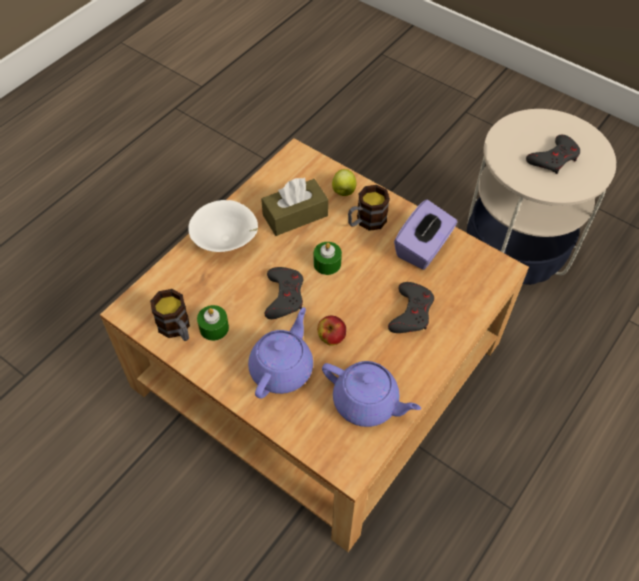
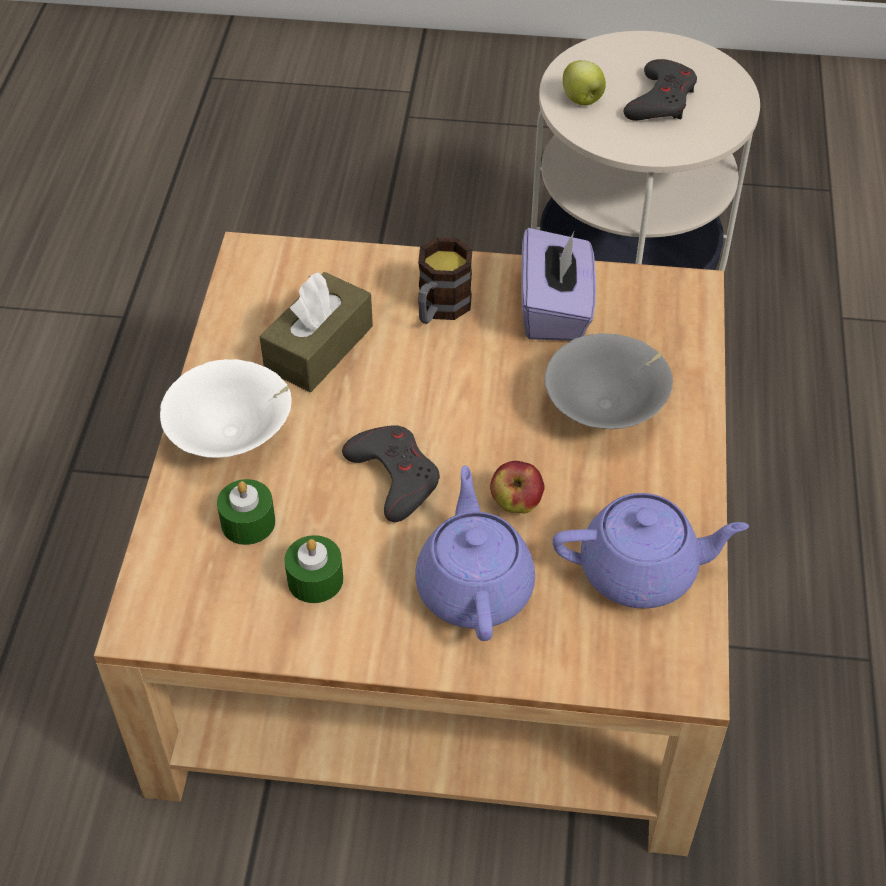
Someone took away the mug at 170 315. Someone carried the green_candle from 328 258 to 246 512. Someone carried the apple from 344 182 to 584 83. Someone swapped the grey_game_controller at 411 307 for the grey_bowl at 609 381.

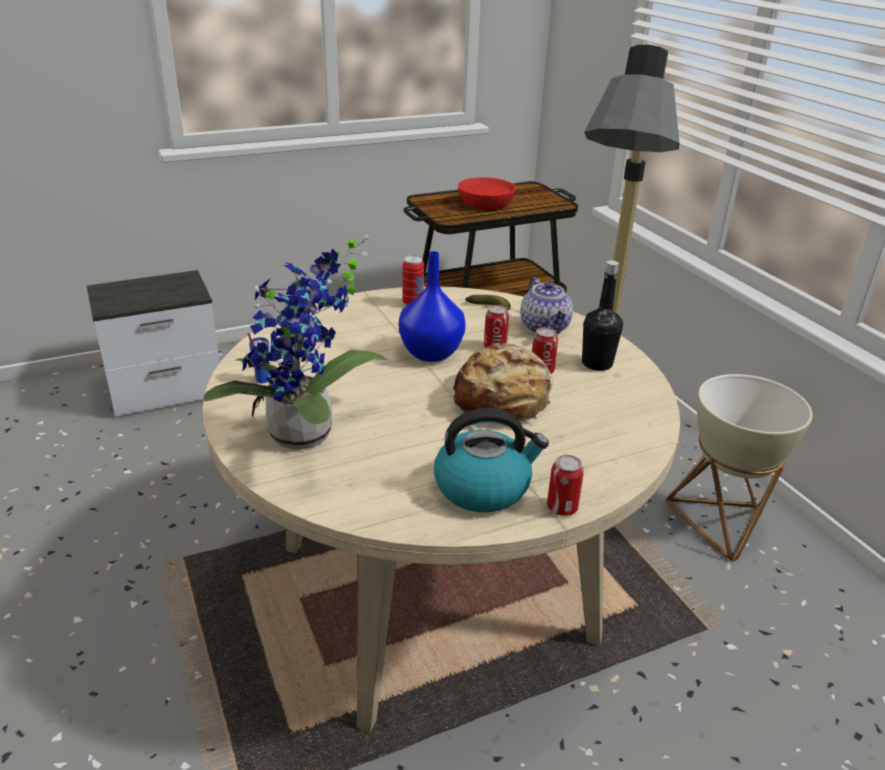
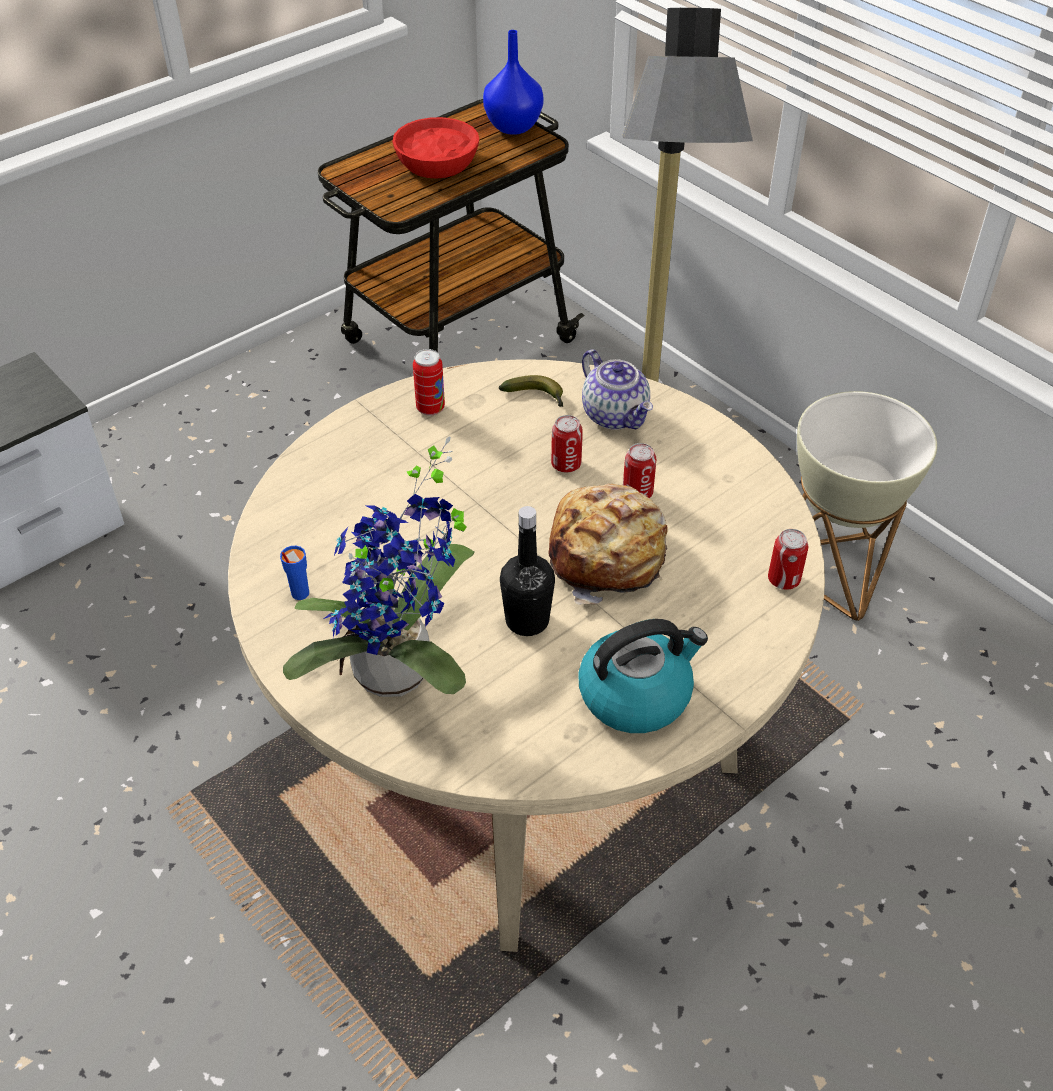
Someone carried the blue_vase from 432 306 to 513 82. Someone carried the can from 565 485 to 788 559. Someone carried the black_bottle from 602 315 to 527 571.

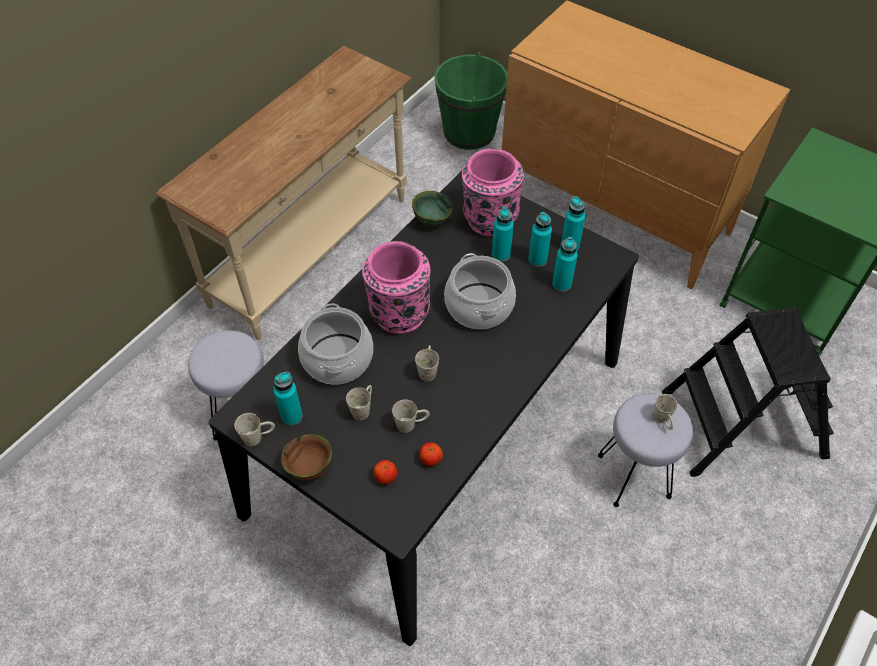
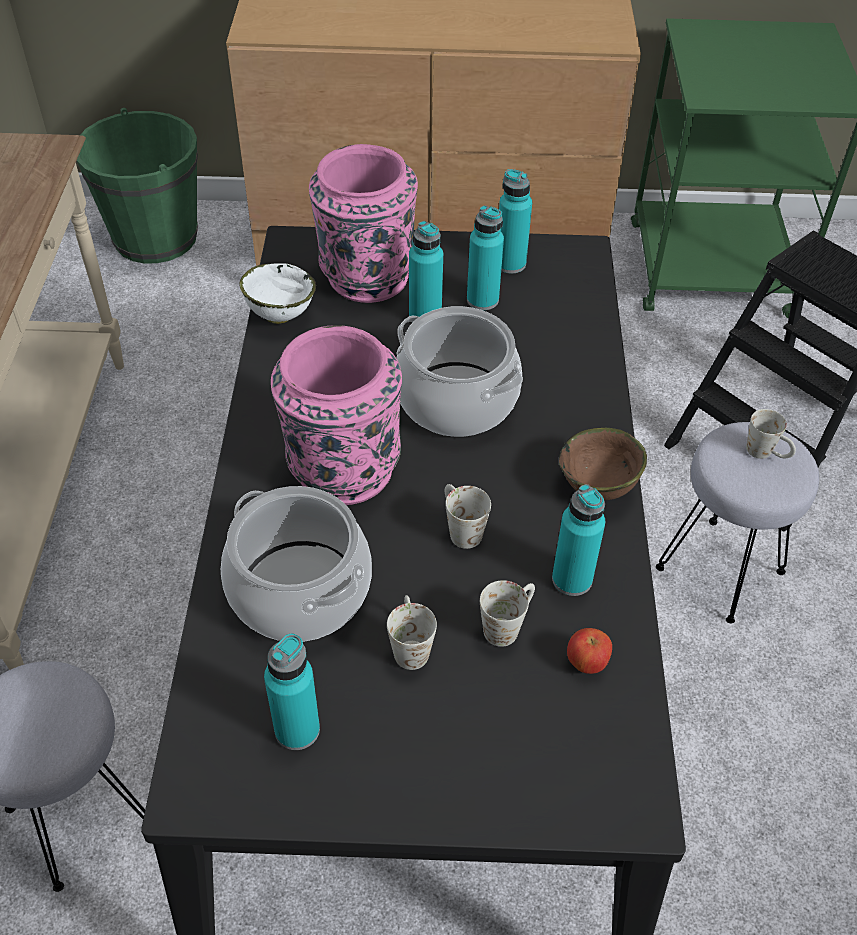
Someone took away the white_mug at 255 429. Someone took away the apple at 385 472. Someone carried the brown_bowl from 306 457 to 603 464. Someone carried the turquoise_bottle from 565 264 to 578 540. Someone repainted the green_bowl at 432 208, which became the white_bowl at 277 293.

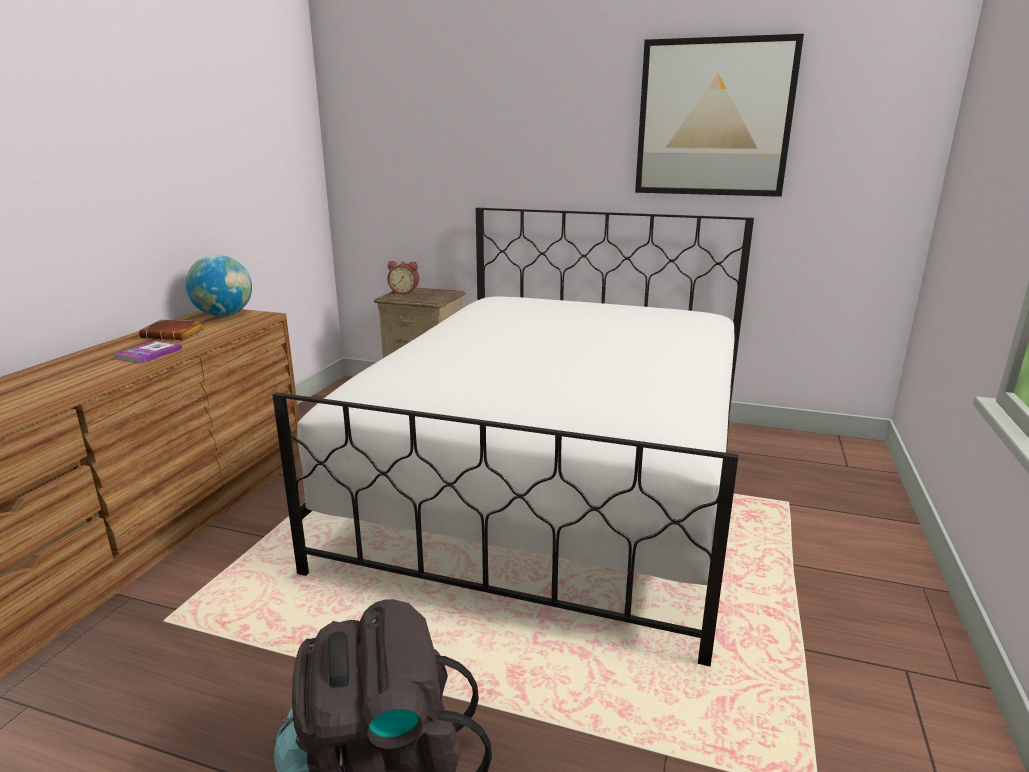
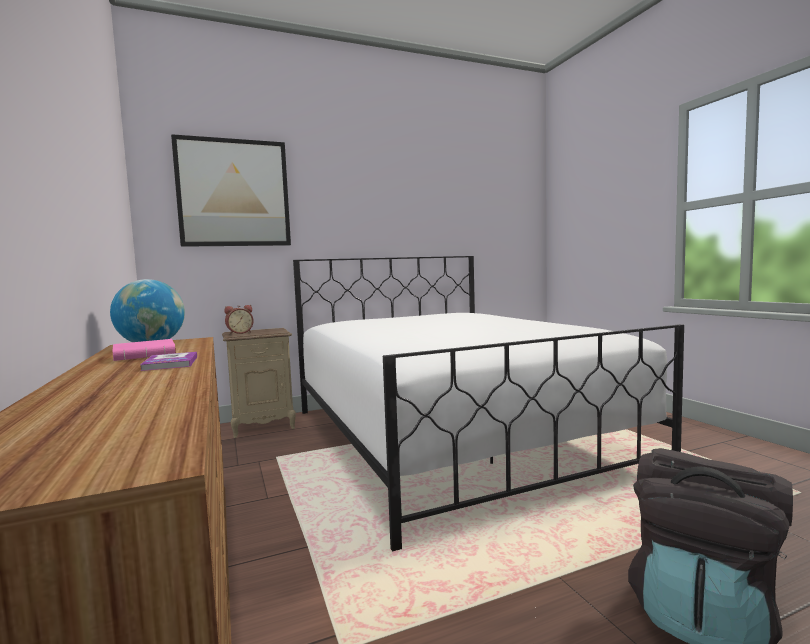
Someone carried the picture from 719 115 to 231 190. Someone repainted the brown_book at 171 329, which became the pink_book at 144 350.

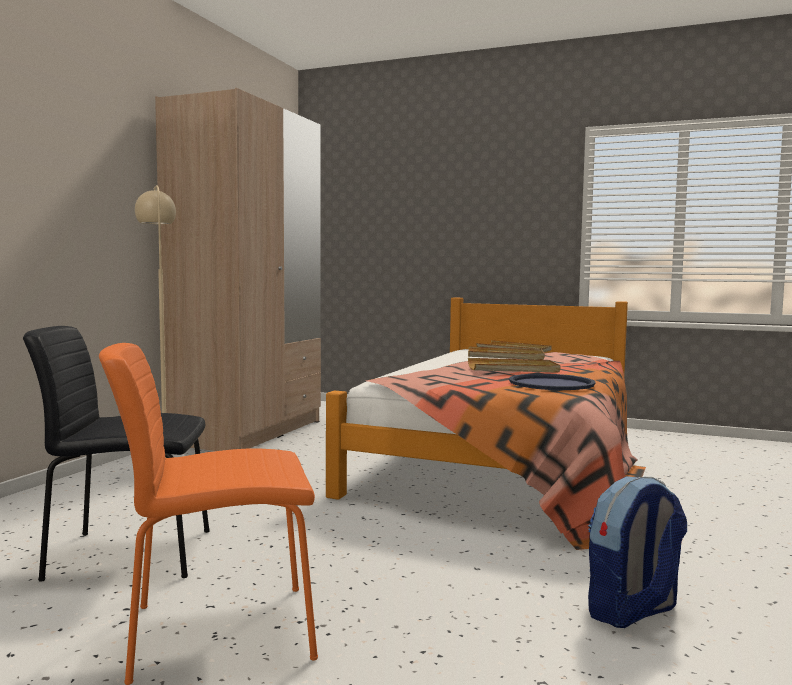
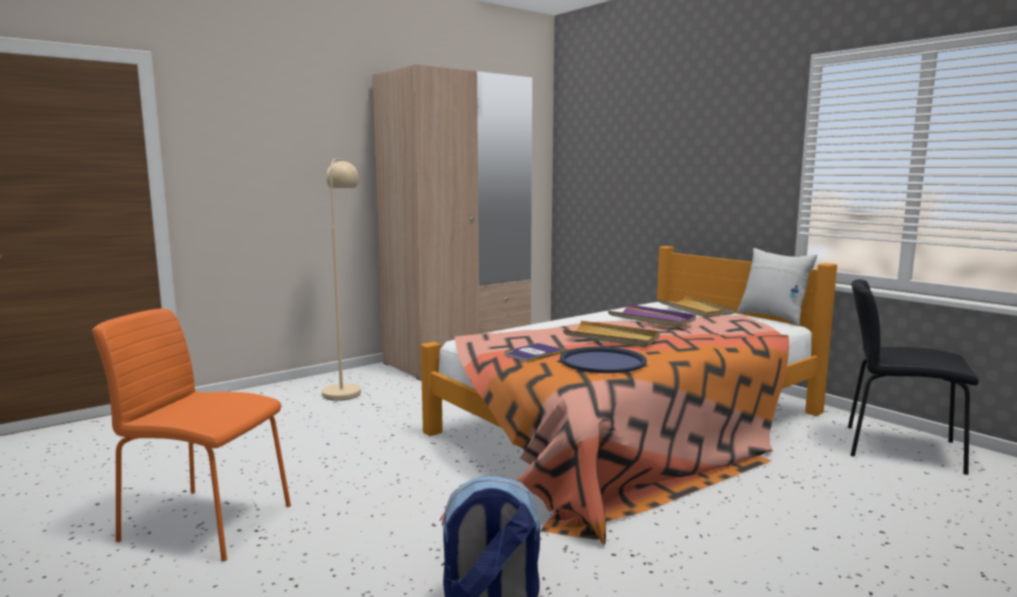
Someone put down the book at 534 353. Someone put down the grey_pillow at 777 287. Someone carried the black_chair from 116 454 to 913 377. Someone repainted the beige_tray at 506 353, which became the purple_tray at 652 316.

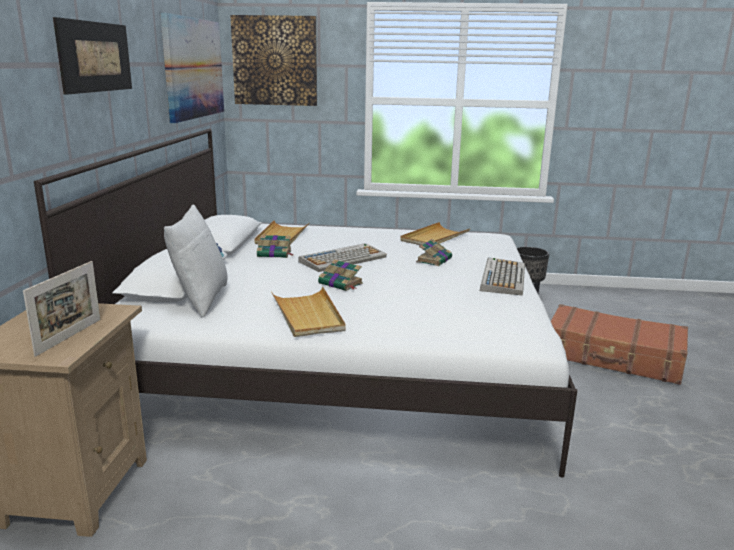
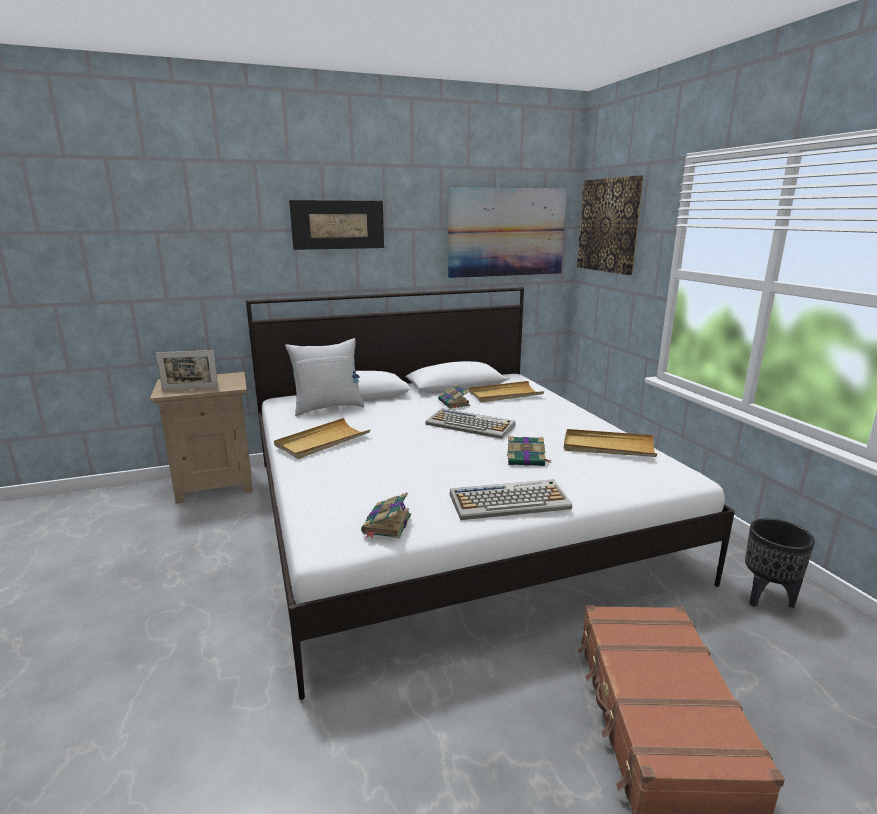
Someone carried the book from 340 275 to 386 515.

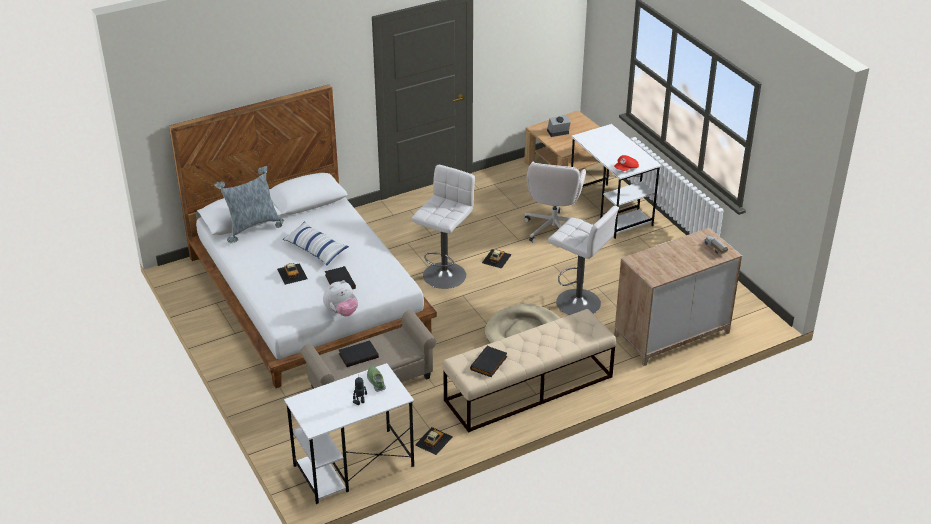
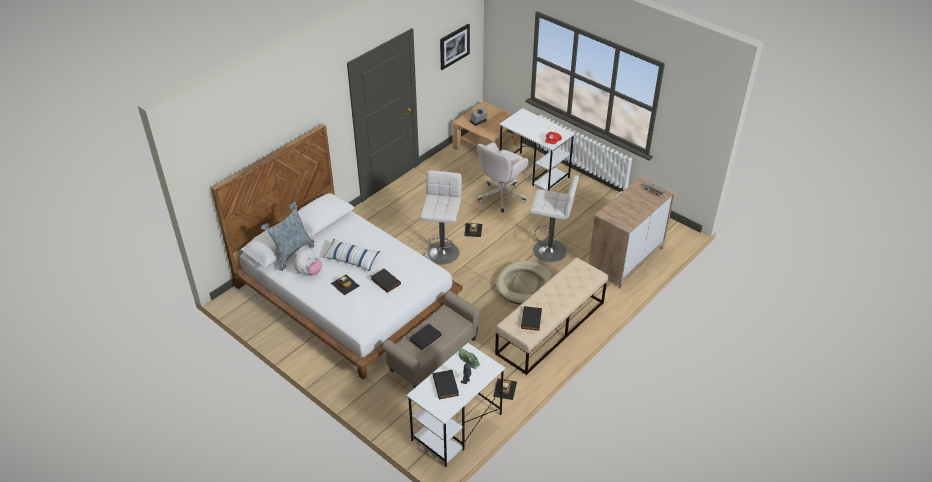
Someone put down the black_book at 446 385. Someone put up the picture at 455 47. Someone carried the plush_toy from 340 298 to 308 261. Someone rotated the white_office_chair at 555 202 by 45 degrees clockwise.

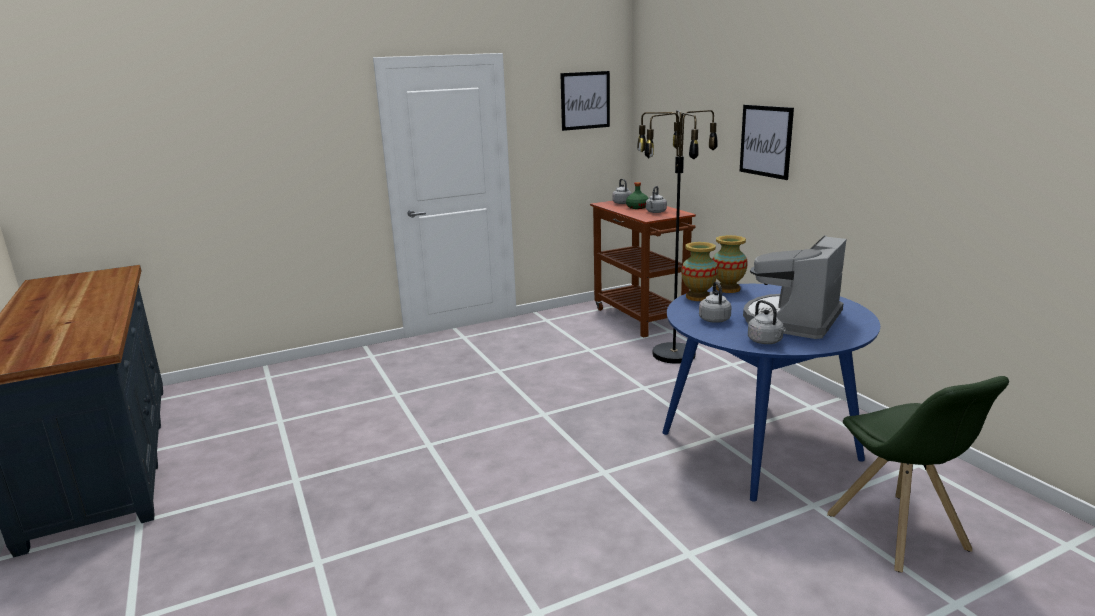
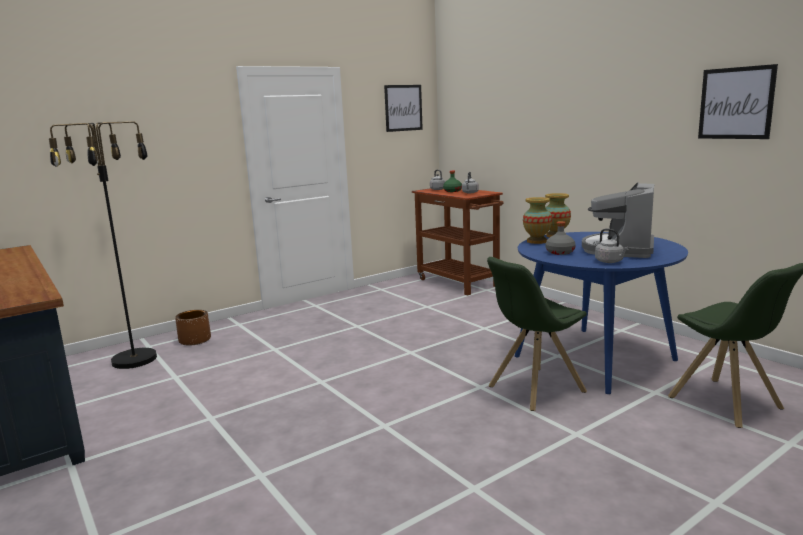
Someone put down the brown_planter at 193 328. Someone put down the green_chair at 537 334. Someone carried the floor_lamp from 677 237 to 103 245. Someone carried the picture from 767 142 to 738 101. Someone swapped the grey_kettle at 715 302 for the grey_bottle at 561 238.

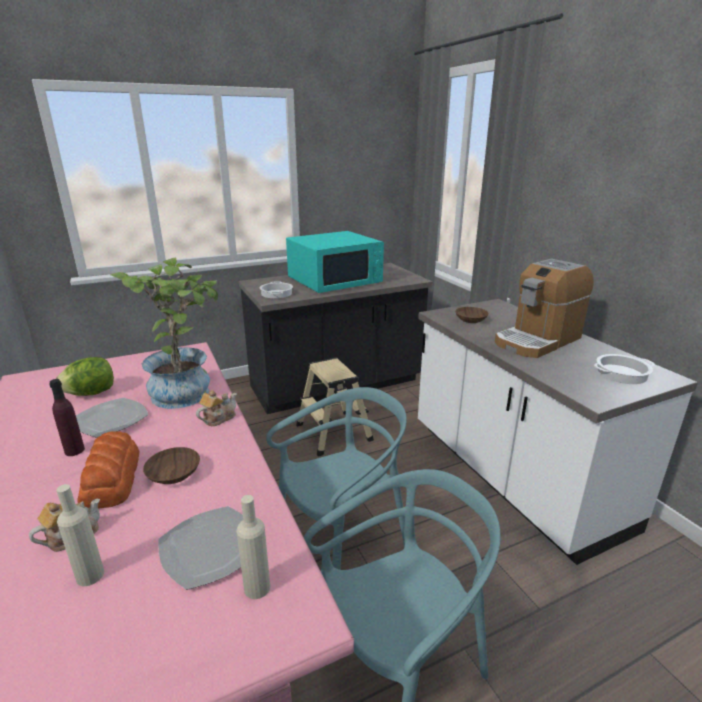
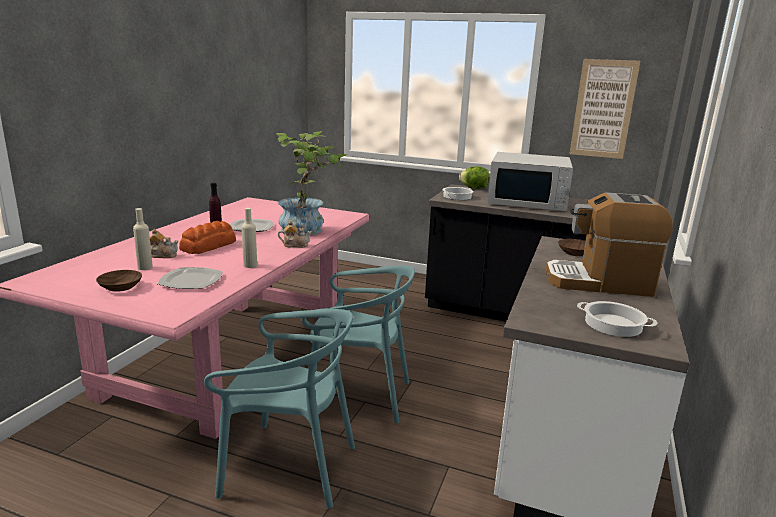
Someone took away the beige_step_ladder at 335 407. Someone put up the picture at 605 109. Someone carried the lettuce from 85 376 to 474 178. Someone carried the brown_bowl from 171 465 to 119 281. Someone carried the beige_bottle from 253 547 to 249 238. Someone repainted the turquoise_microwave at 335 262, which became the white_microwave at 530 181.

